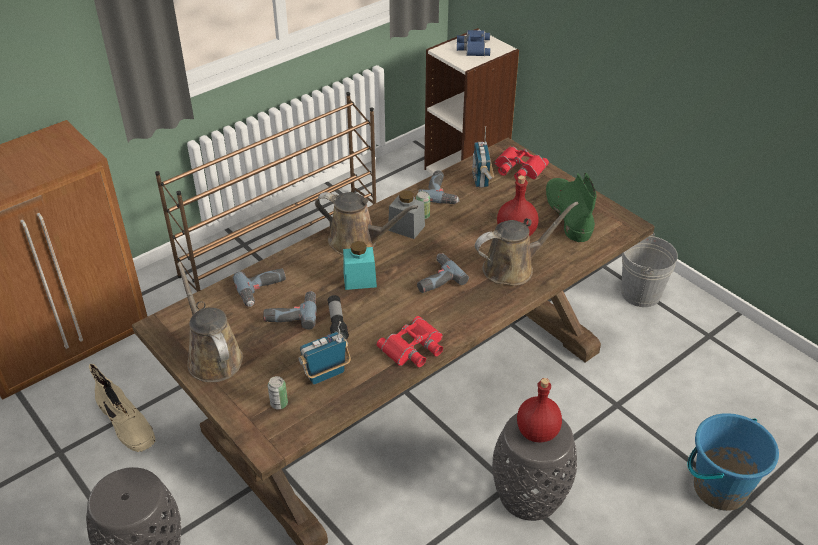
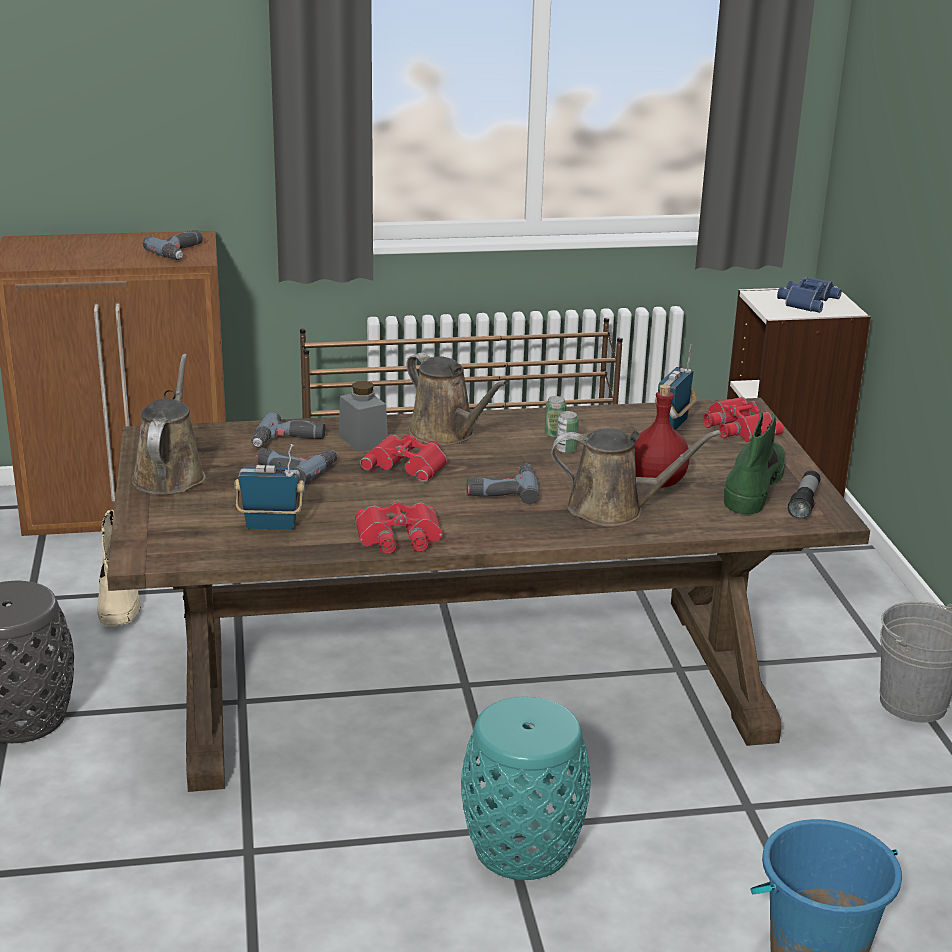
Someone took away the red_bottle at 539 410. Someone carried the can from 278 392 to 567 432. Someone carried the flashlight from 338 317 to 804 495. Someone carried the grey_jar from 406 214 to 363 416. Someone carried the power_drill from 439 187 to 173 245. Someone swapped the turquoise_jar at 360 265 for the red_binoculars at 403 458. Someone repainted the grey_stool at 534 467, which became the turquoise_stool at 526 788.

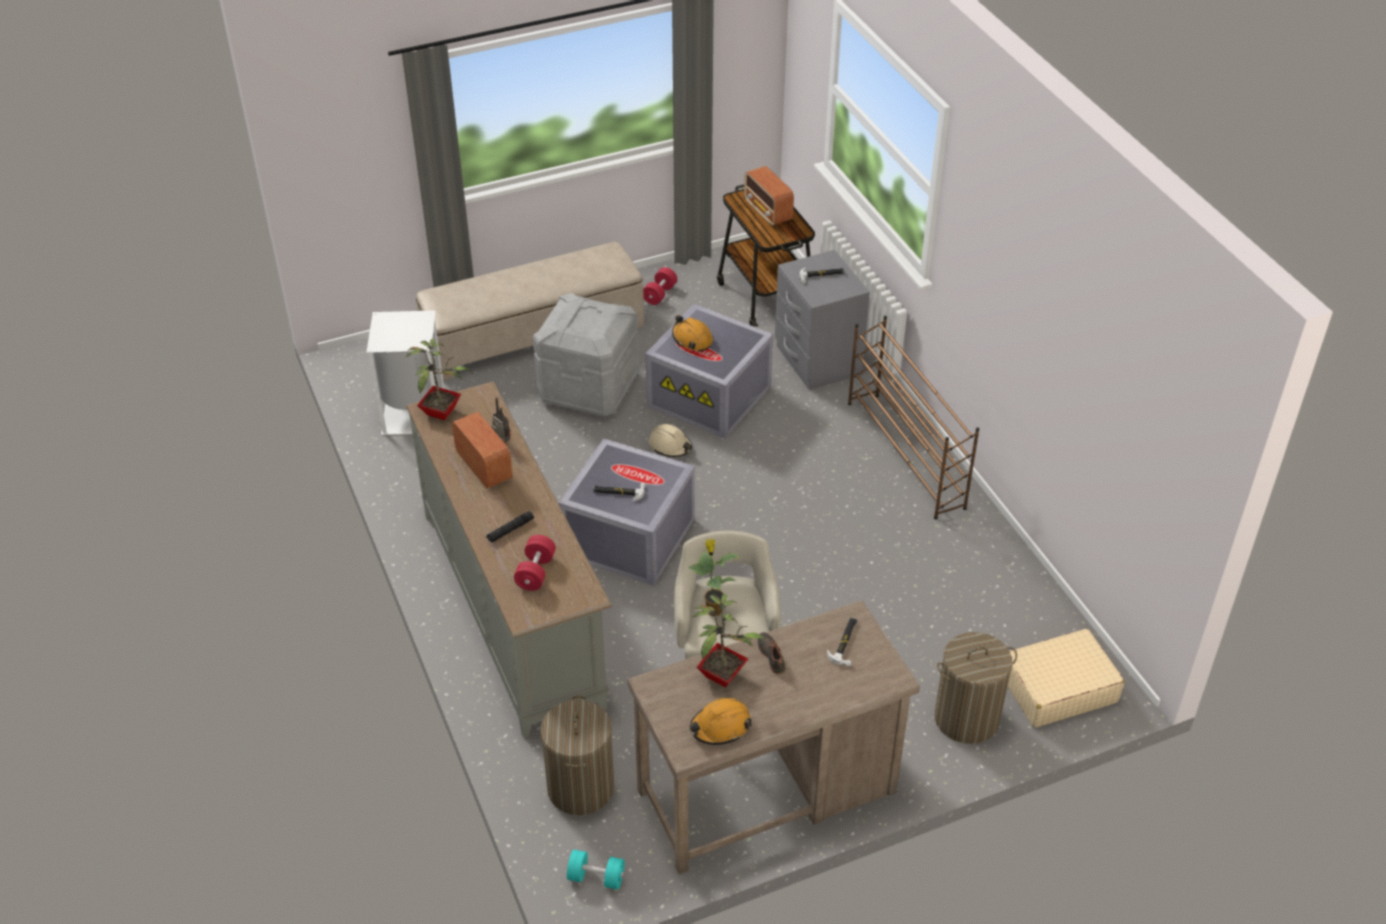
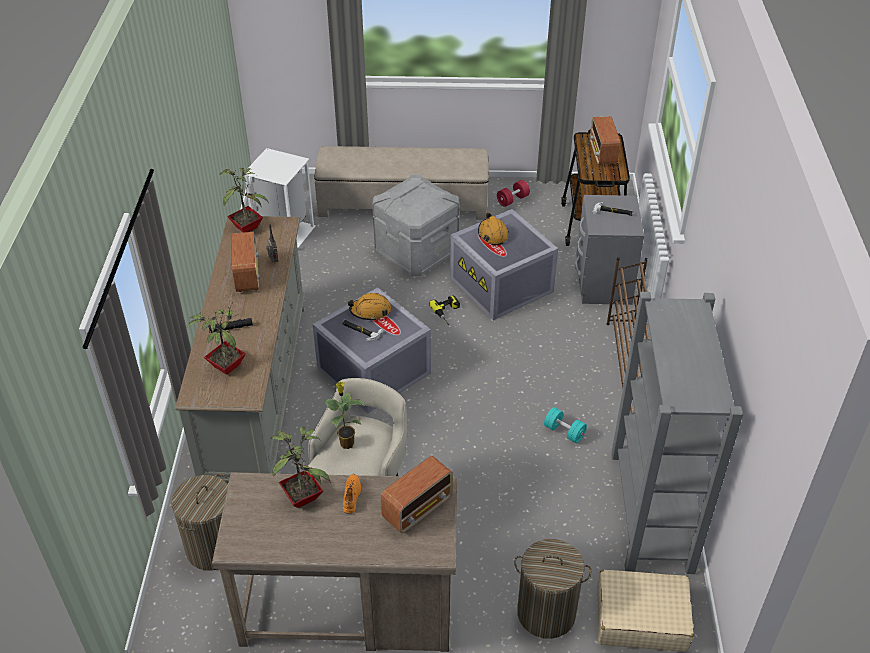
Someone put down the grey_bookcase at 677 433. Someone carried the turquoise_dumbbell from 596 870 to 565 425. Someone carried the orange_hard_hat from 720 721 to 369 307. Someone swapped the red_dumbbell at 535 563 for the potted_plant at 217 338. Someone swapped the beige_hard_hat at 670 440 for the power_drill at 444 310. Someone swapped the hammer at 842 642 for the radio at 417 494. Someone repainted the black_shoe at 771 653, which became the orange_shoe at 352 494.

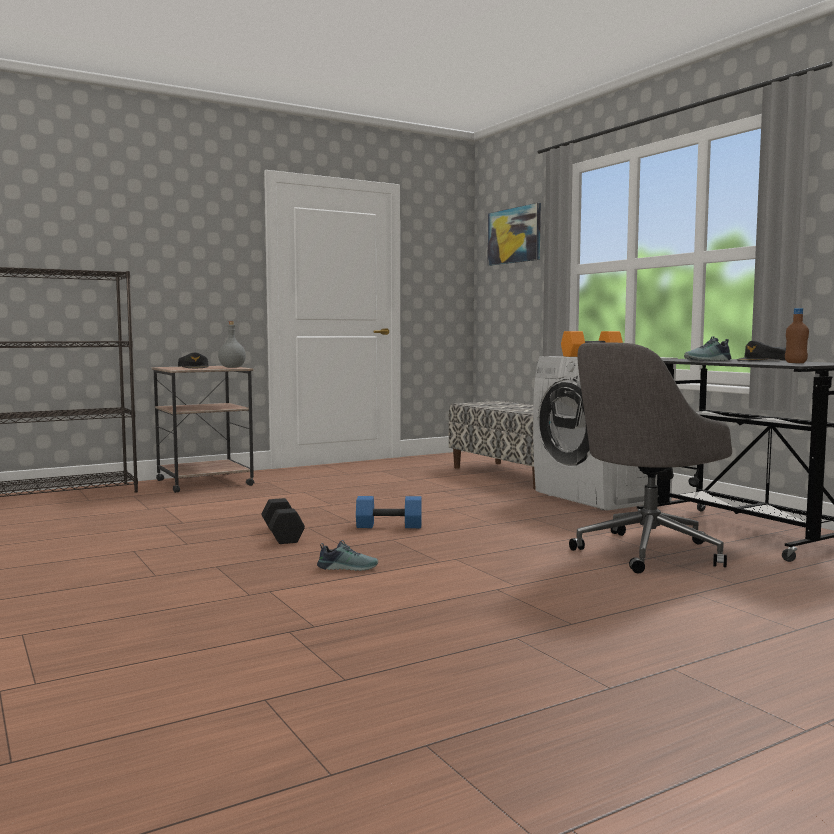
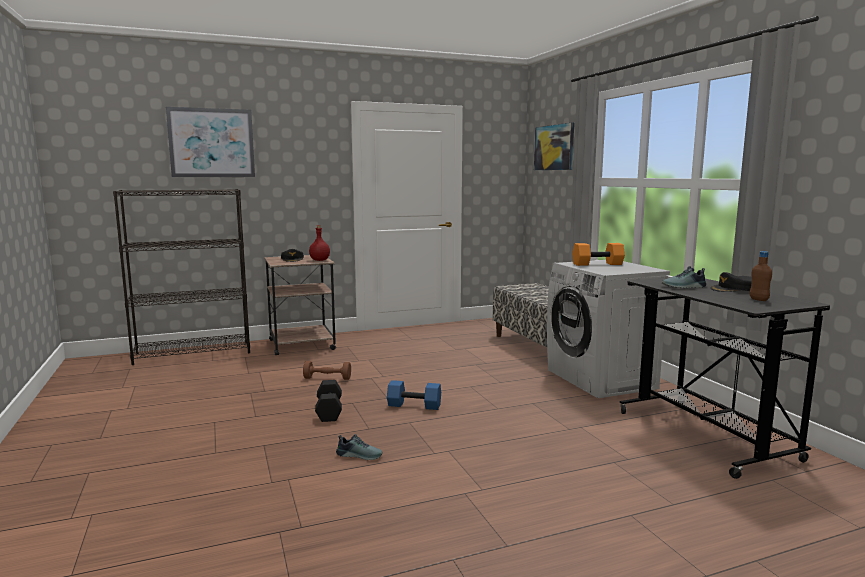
Someone took away the grey_office_chair at 650 458. Someone put up the picture at 210 142. Someone put down the brown_dumbbell at 327 370. Someone repainted the grey_bottle at 232 344, which became the red_bottle at 319 243.

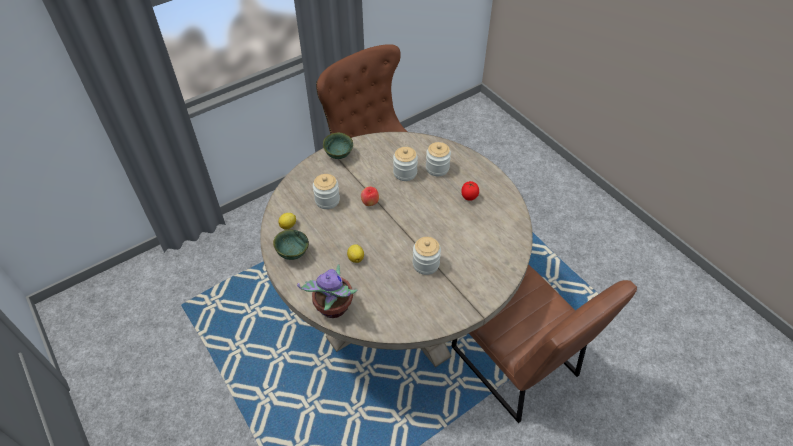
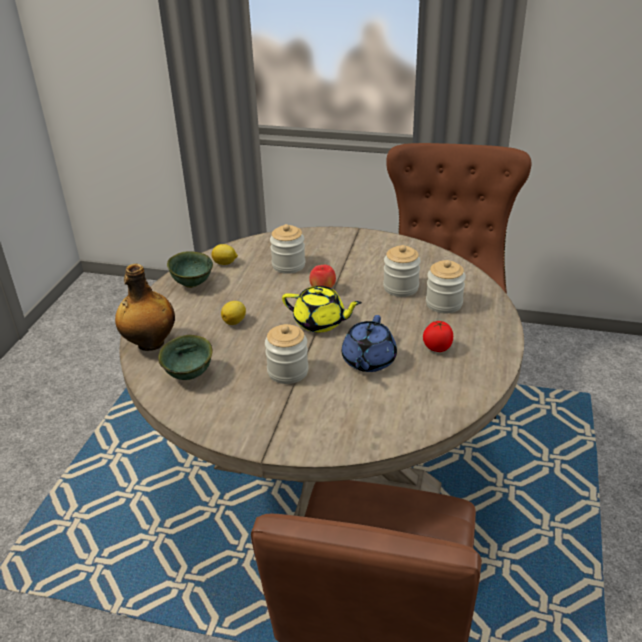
Someone put down the yellow_teapot at 322 309. Someone put down the blue_teapot at 369 343. Someone carried the green_bowl from 338 146 to 185 357. Someone swapped the potted_plant at 327 291 for the bottle at 145 307.

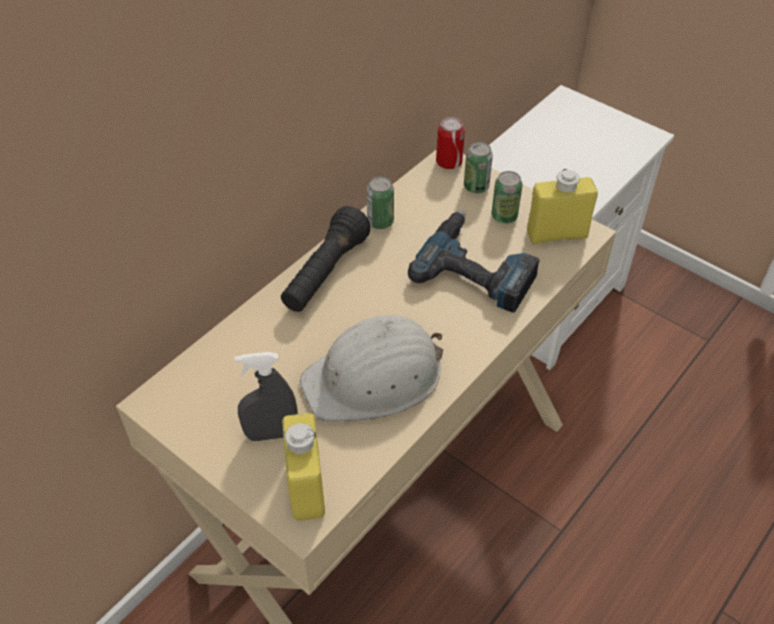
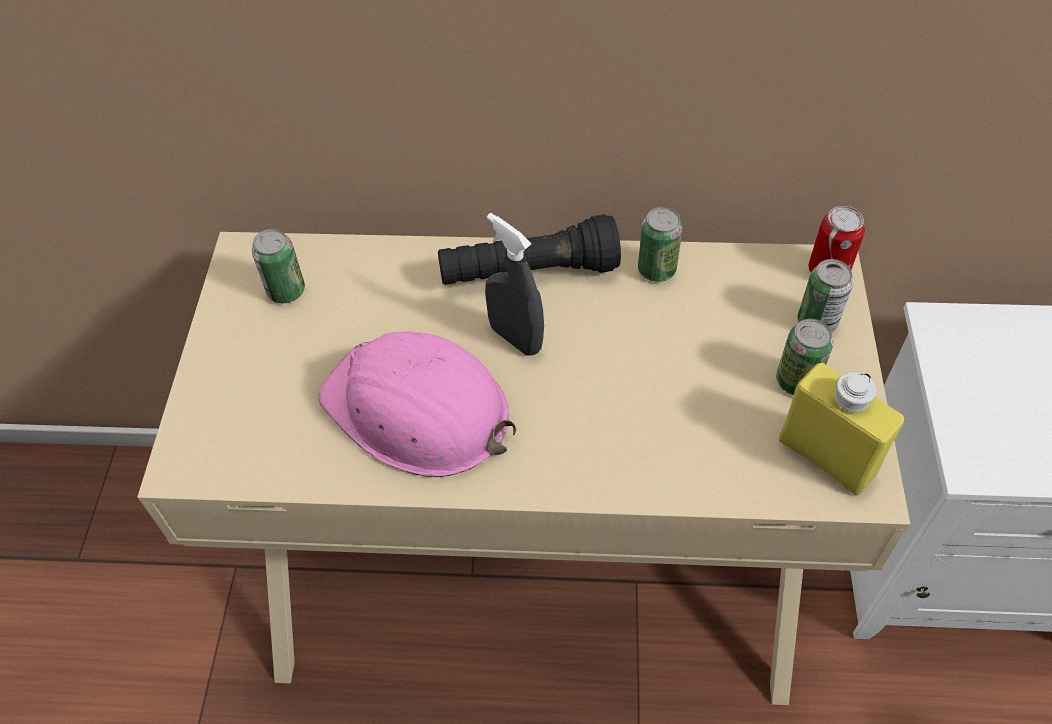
Someone took away the yellow_bottle at 303 467. Someone took away the power_drill at 474 261. Someone put down the can at 278 266. Someone carried the grey_spray_bottle from 266 396 to 514 284. Someone repainted the white_hard_hat at 371 368, which became the pink_hard_hat at 417 404.

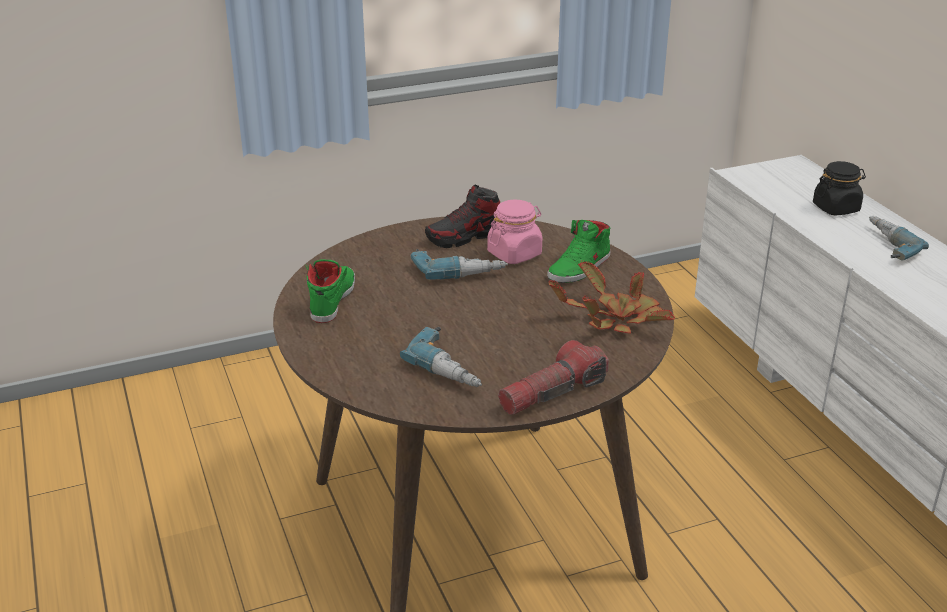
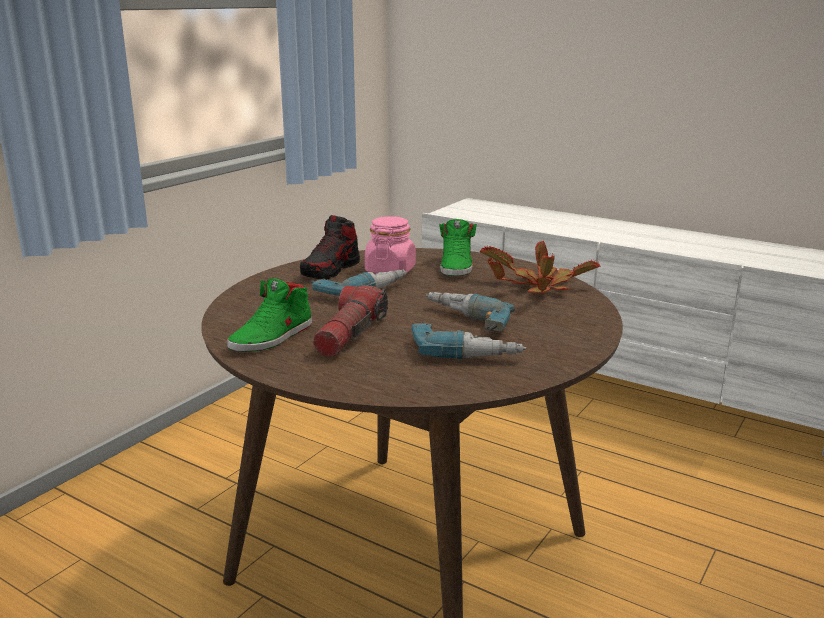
Someone took away the black_jar at 839 188. Someone carried the flashlight from 553 377 to 350 321. Someone carried the power_drill from 899 238 to 470 311. Someone rotated the green_shoe at 330 291 by 120 degrees counterclockwise.

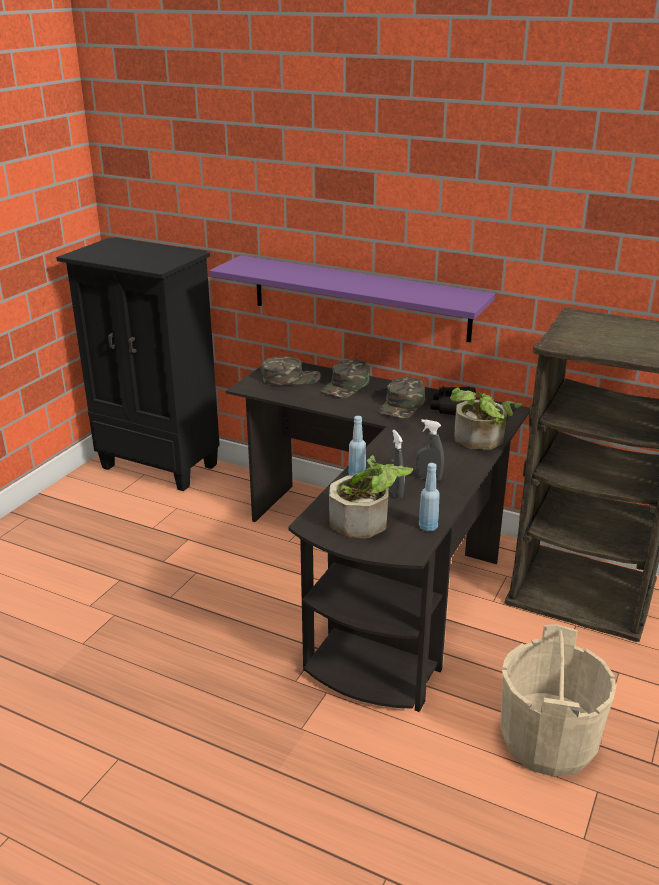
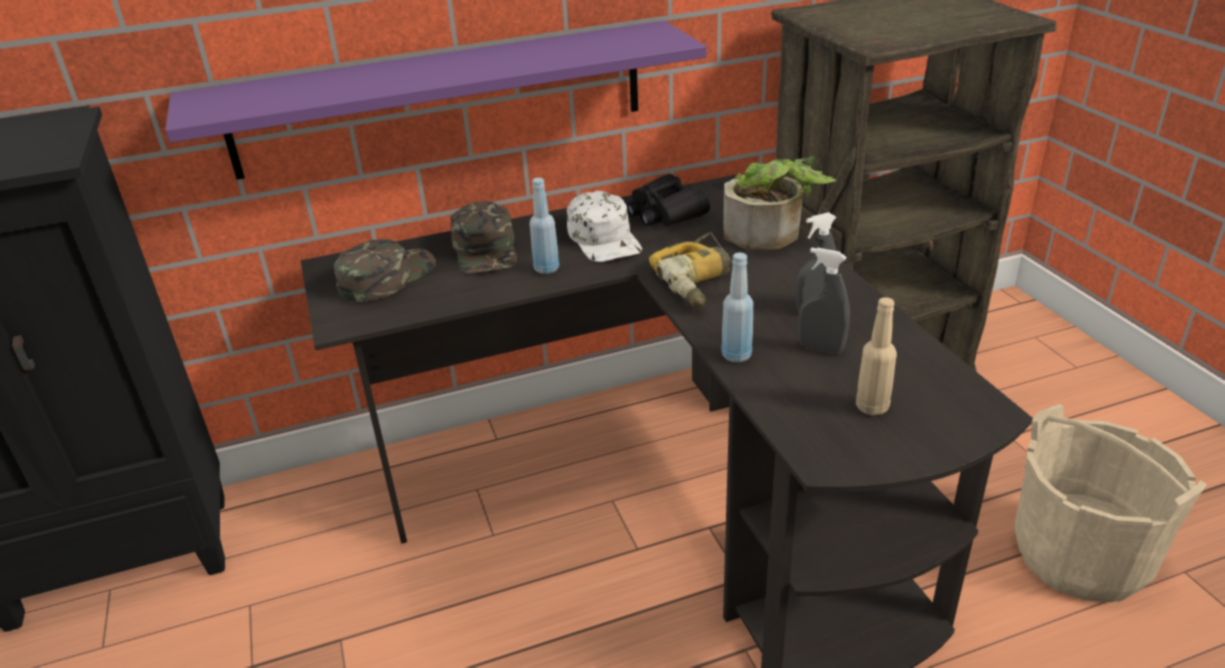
Someone put down the power_drill at 690 270. Someone carried the blue_bottle from 429 497 to 544 226. Someone swapped the potted_plant at 371 496 for the beige_bottle at 876 356. Someone repainted the green_cap at 402 397, which became the white_cap at 604 226.

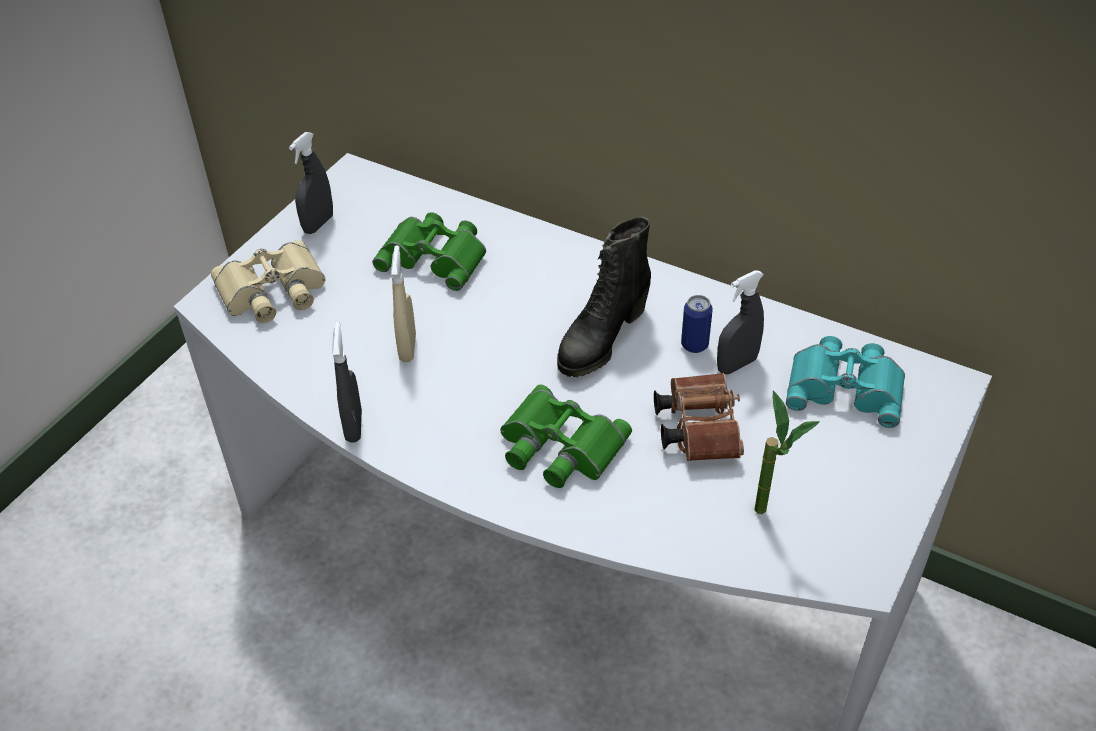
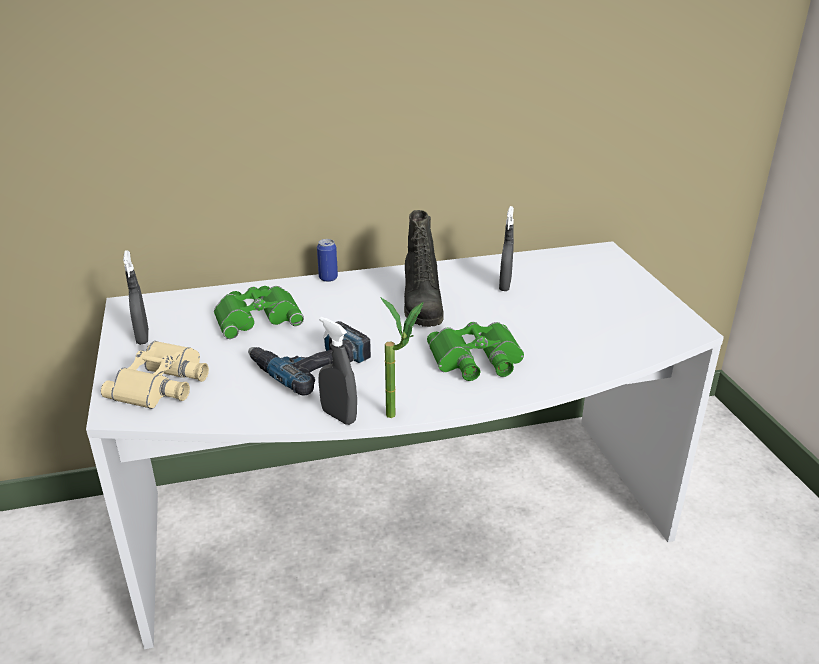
Someone took away the brown_binoculars at 699 417. Someone took away the turquoise_binoculars at 845 382. Someone carried the can from 697 324 to 327 260. Someone carried the potted_plant from 787 452 to 401 357. Someone swapped the beige_spray_bottle at 403 303 for the power_drill at 309 358.

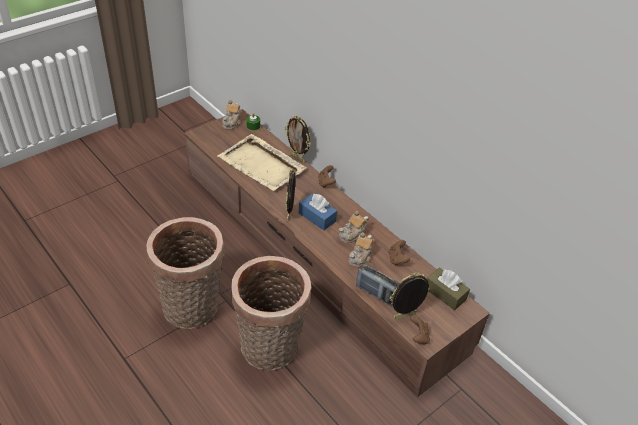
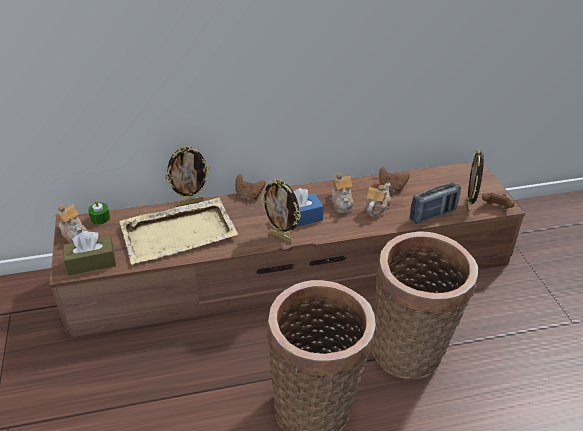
Someone carried the brown_tissue_box from 448 288 to 89 253. Someone rotated the teapot at 361 249 by 120 degrees counterclockwise.

